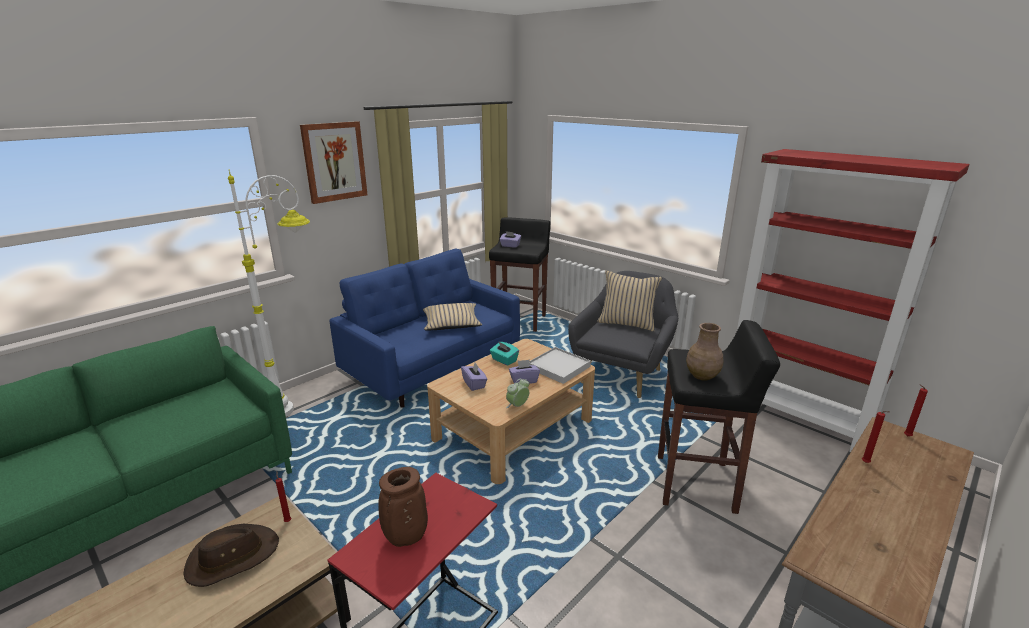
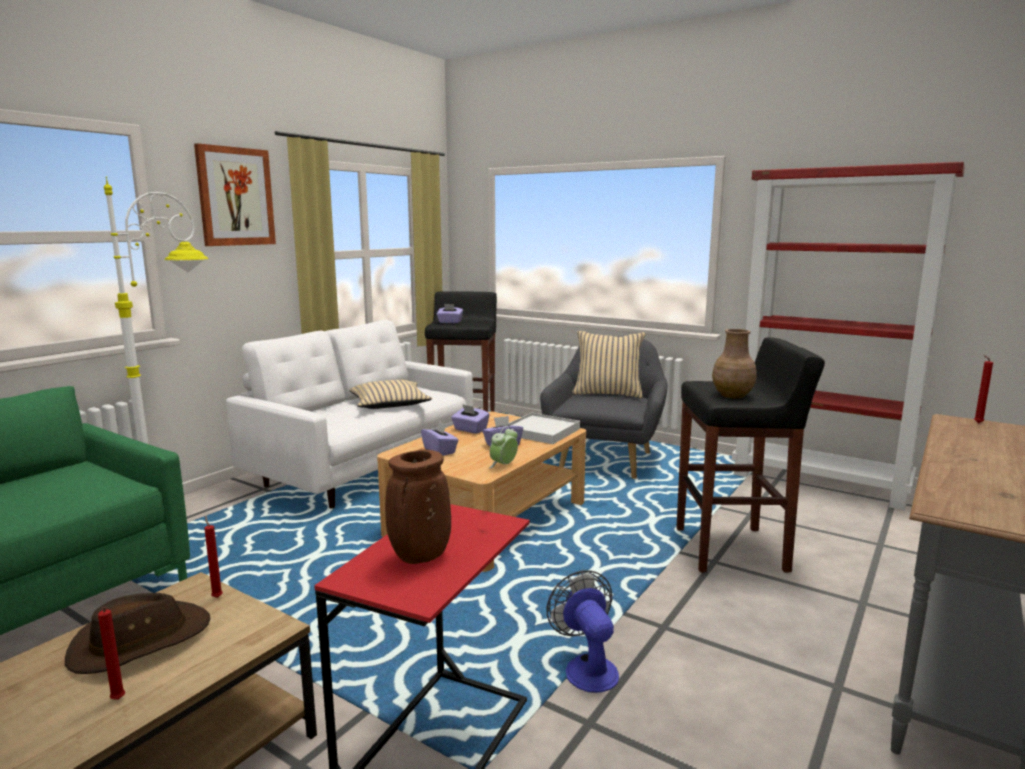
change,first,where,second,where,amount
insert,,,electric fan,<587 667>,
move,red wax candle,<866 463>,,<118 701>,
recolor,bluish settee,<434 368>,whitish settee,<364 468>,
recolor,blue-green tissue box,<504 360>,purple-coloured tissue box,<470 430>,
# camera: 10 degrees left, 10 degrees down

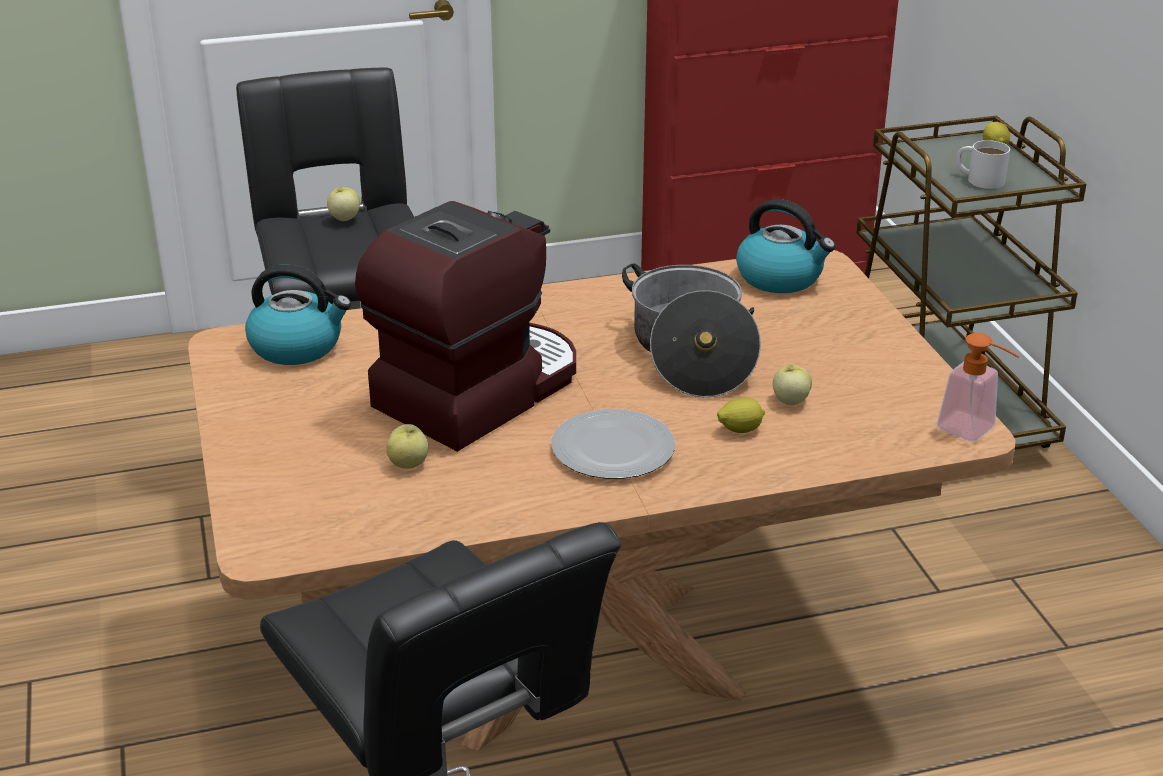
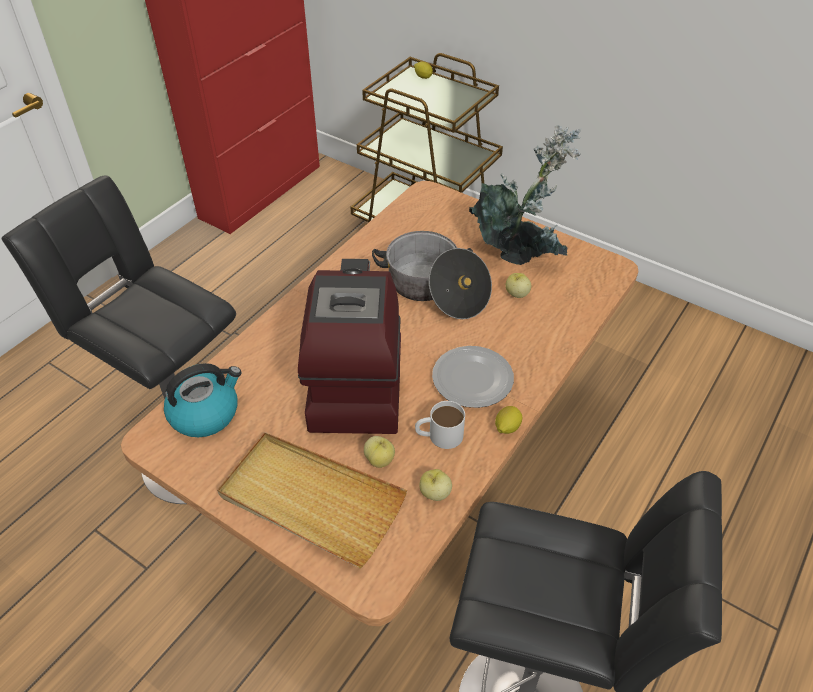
change,first,where,second,where,amount
delete,kettle,<781 277>,,,
delete,soap dispenser,<974 431>,,,
insert,,,beige-coloured serving tray,<310 500>,
insert,,,potted plant,<519 253>,
move,apple fruit,<344 218>,,<434 493>,
move,whole lemon,<740 430>,,<506 428>,
move,whitish coffee mug,<979 179>,,<439 435>,
# camera: 40 degrees left, 15 degrees up

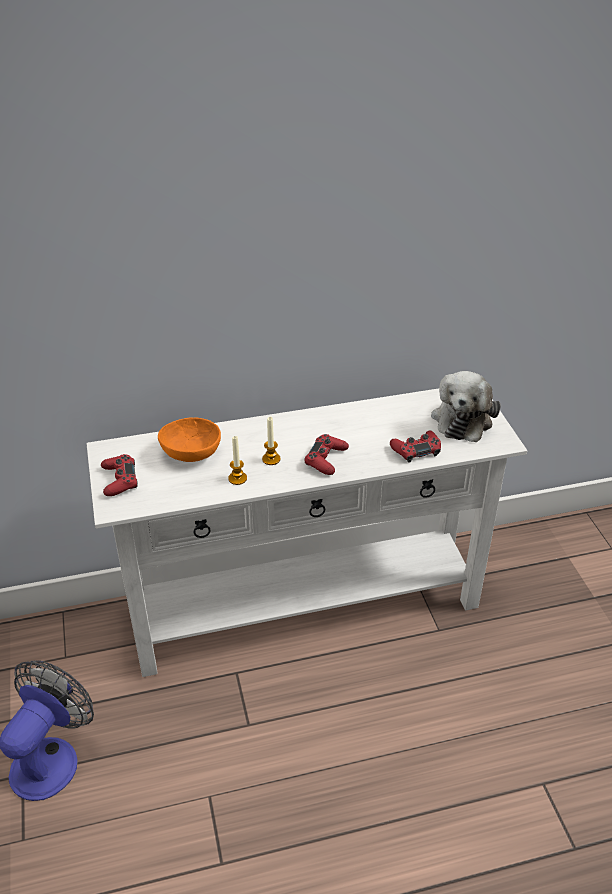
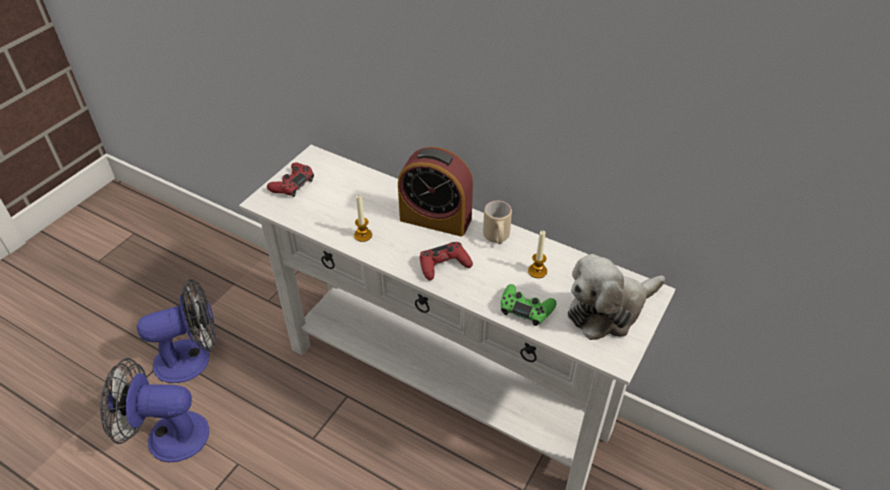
change,first,where,second,where,amount
delete,orange bowl,<191 452>,,,
insert,,,electric fan,<167 436>,
insert,,,alarm clock,<435 219>,
insert,,,beige-coloured coffee mug,<497 238>,
move,wax candle,<271 459>,,<537 271>,
recolor,red game controller,<416 450>,green game controller,<525 309>,
# camera: 45 degrees right, 5 degrees up

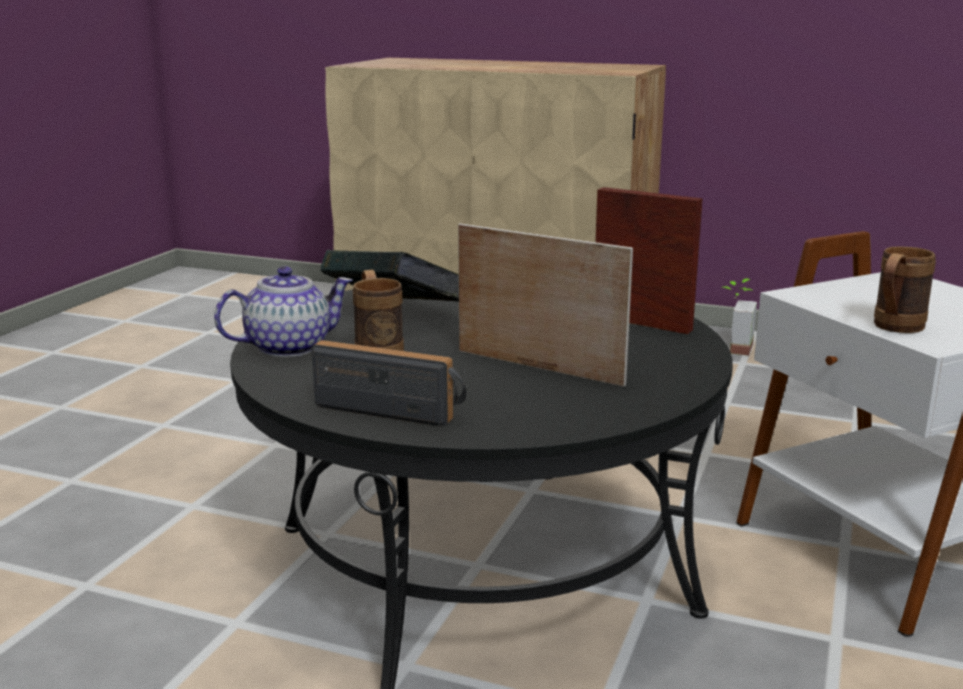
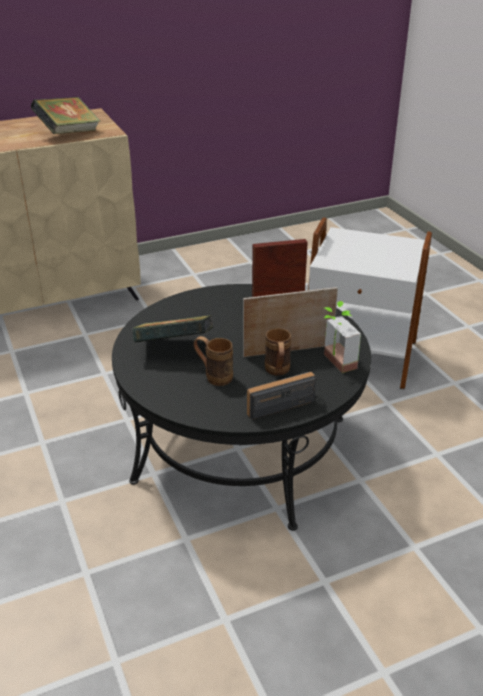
change,first,where,second,where,amount
delete,pot for tea,<289 347>,,,
insert,,,volume,<68 133>,
move,potted plant,<733 347>,,<333 363>,
move,brownish coffee mug,<893 328>,,<277 372>,
# camera: 45 degrees left, 15 degrees up

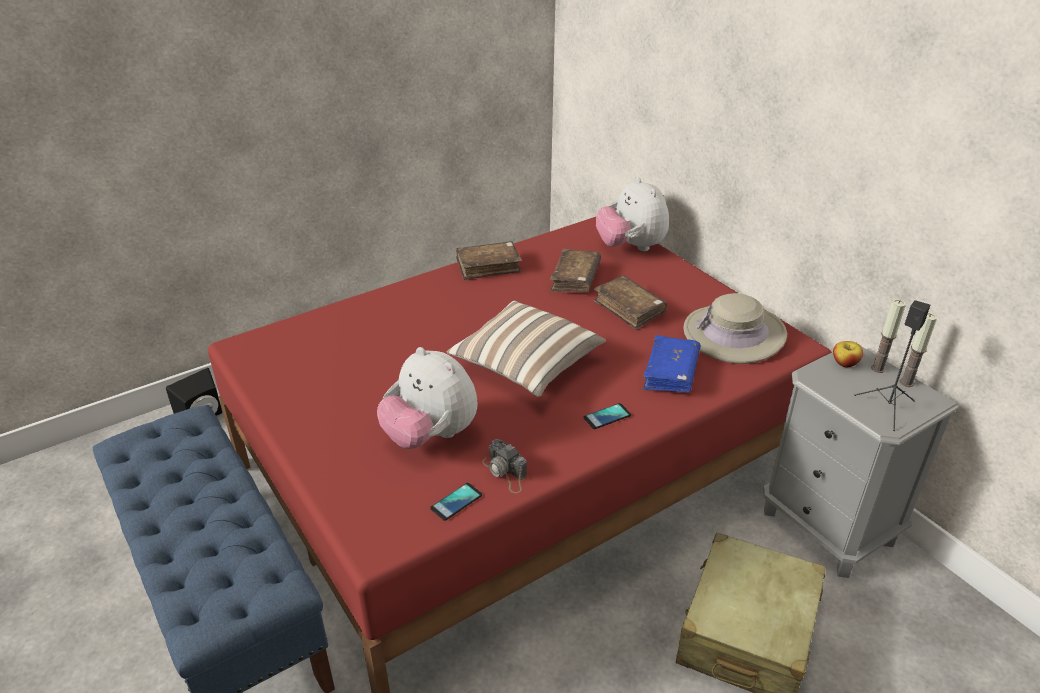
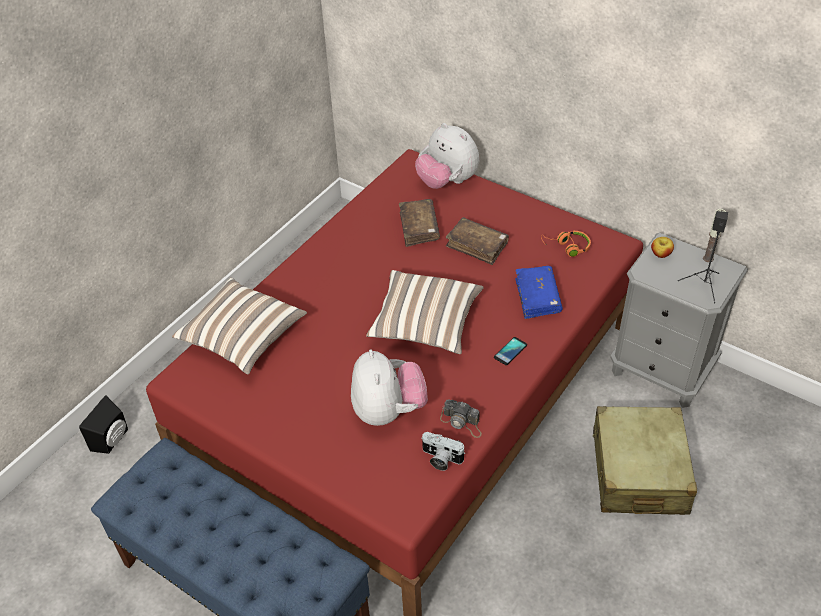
change,first,where,second,where,amount
delete,brownish volume,<488 267>,,,
delete,wax candle,<878 368>,,,
insert,,,cushion,<242 338>,
replace,telephone,<456 502>,photo camera,<440 459>,
replace,beige-coloured clothing hat,<734 334>,orange headphones,<567 247>,
rotate,plush toy,<430 435>,,<388 410>,120 degrees counterclockwise
# camera: 20 degrees left, 10 degrees up

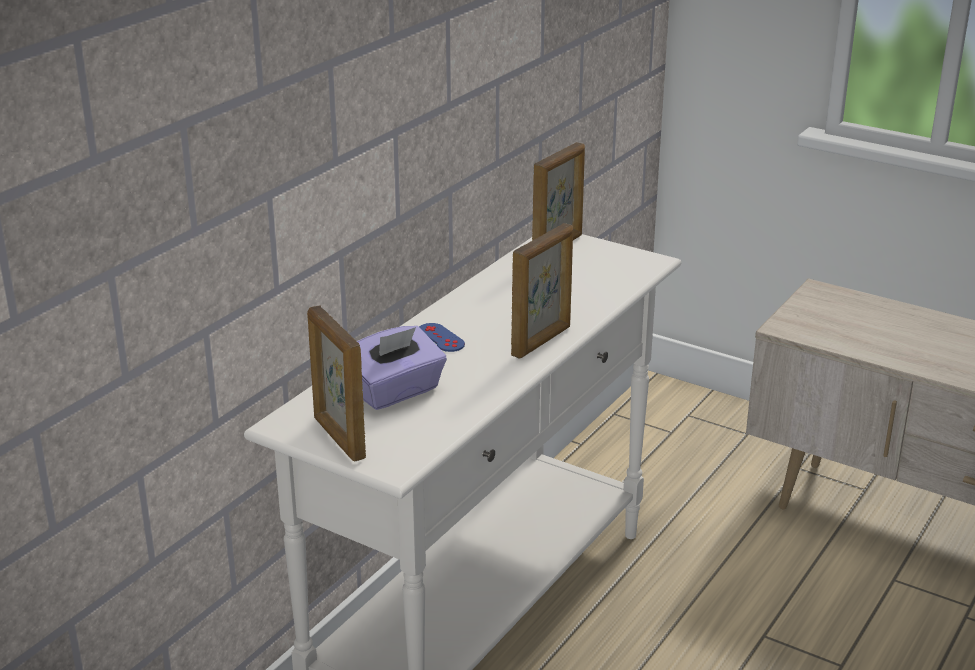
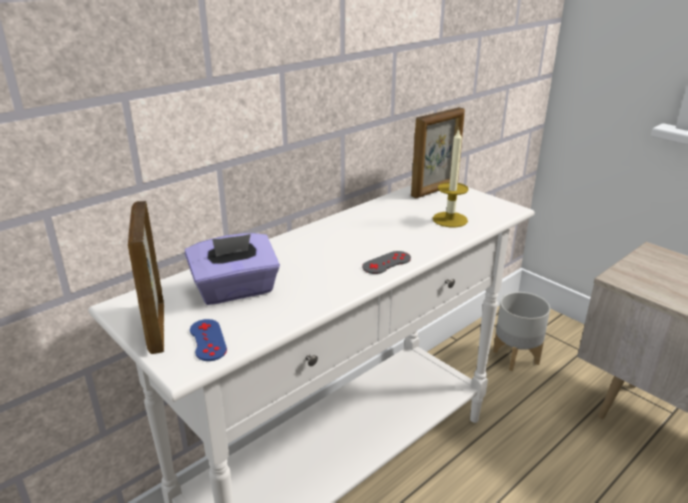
change,first,where,second,where,amount
insert,,,wax candle,<450 219>,
insert,,,gray planter,<516 357>,
move,bluish game controller,<440 338>,,<208 340>,
replace,picture frame,<542 341>,gray game controller,<386 263>,
# camera: 15 degrees right, 0 degrees up

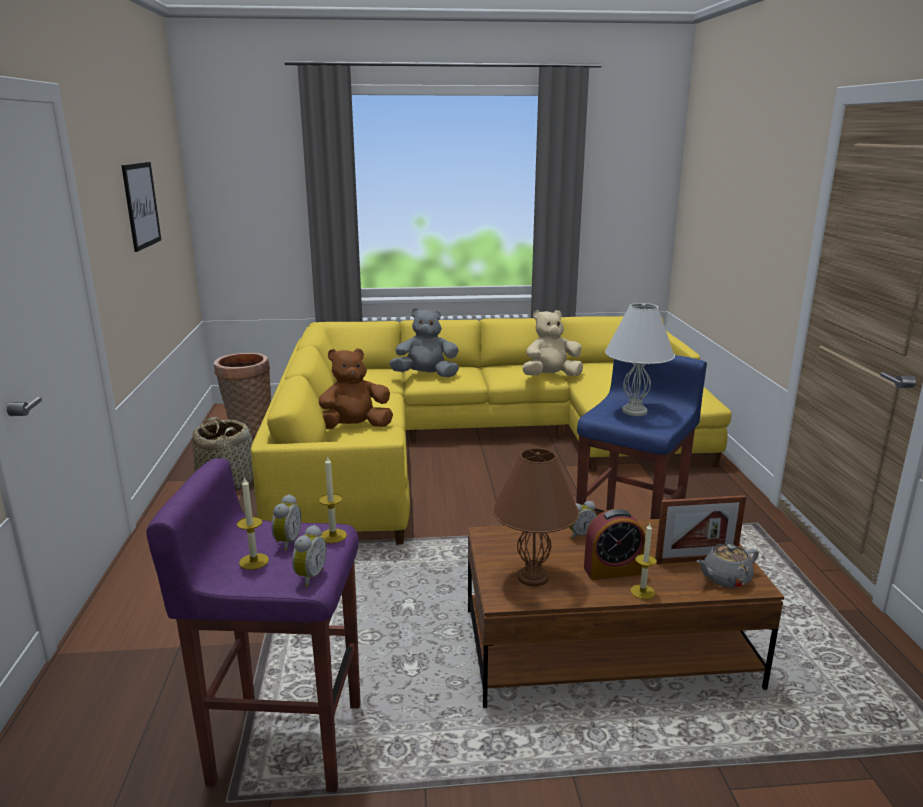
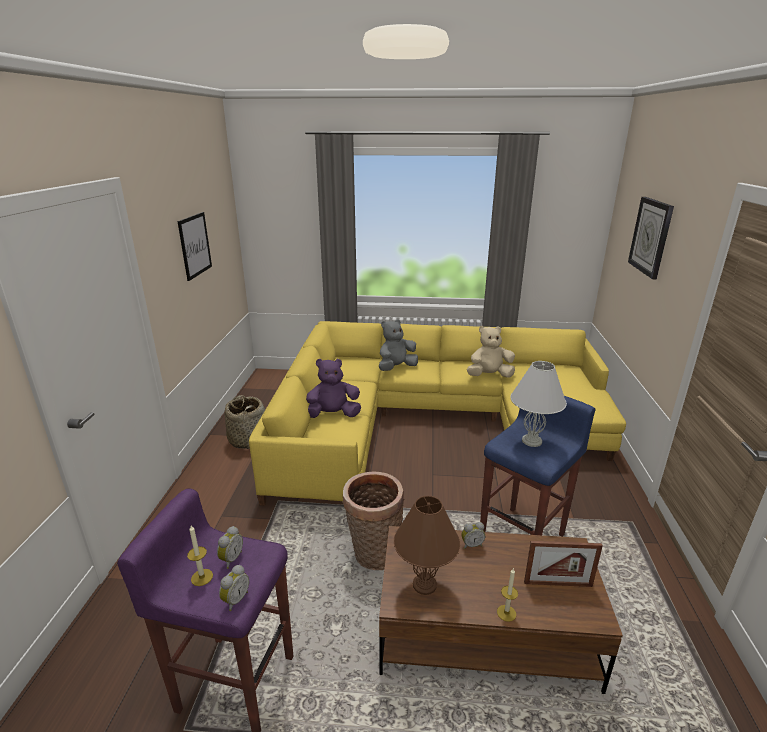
change,first,where,second,where,amount
delete,wax candle,<333 536>,,,
delete,alarm clock,<612 570>,,,
delete,gray pot for tea,<725 579>,,,
insert,,,hanging clock,<651 236>,
move,basket,<248 428>,,<373 554>,
recolor,brownish plush toy,<354 428>,purple-coloured plush toy,<332 415>,
rotate,gray plush toy,<426 375>,,<396 368>,45 degrees counterclockwise
# camera: 10 degrees right, 5 degrees up

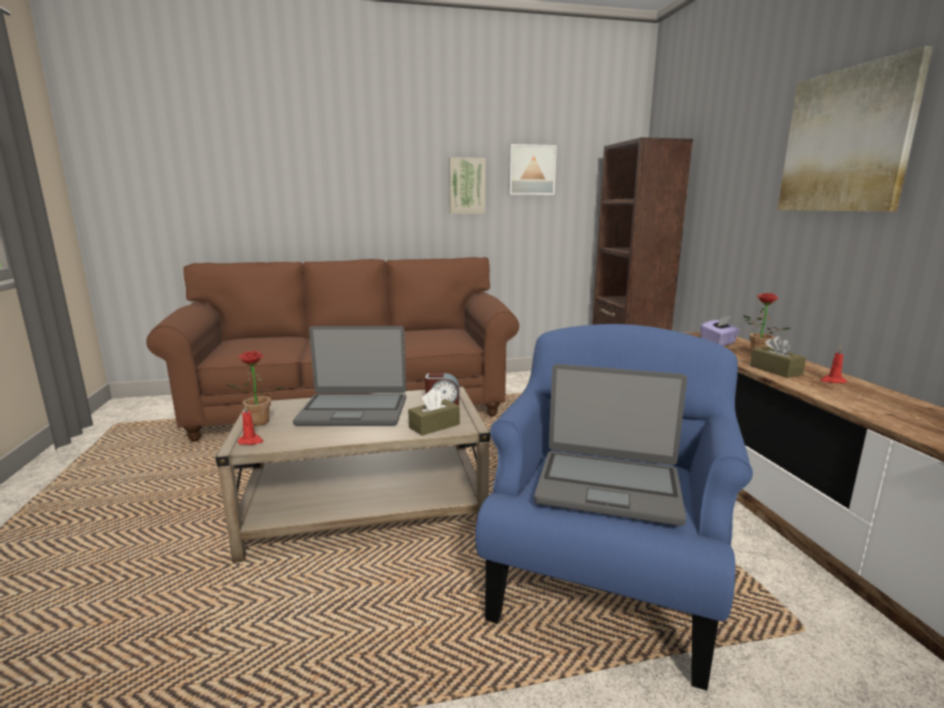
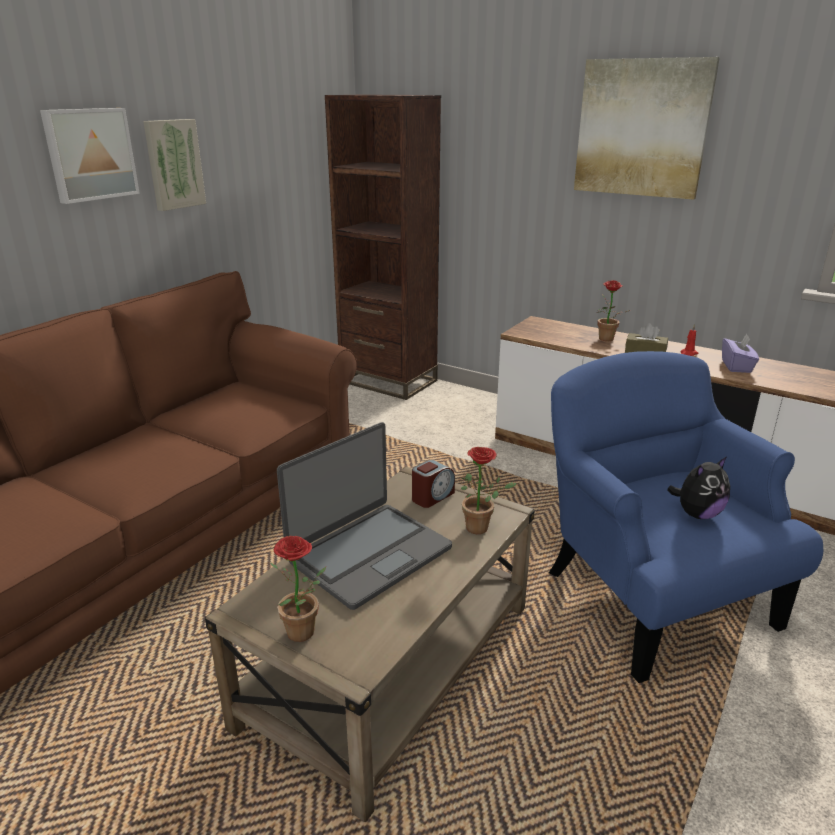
change,first,where,second,where,amount
delete,red wax candle,<251 441>,,,
move,wall art,<531 170>,,<90 154>,
move,purple-coloured tissue box,<718 343>,,<736 366>,
replace,brownish tissue box,<434 426>,potted plant,<482 528>,
replace,laptop,<608 486>,plush toy,<697 514>,
# camera: 45 degrees left, 10 degrees up

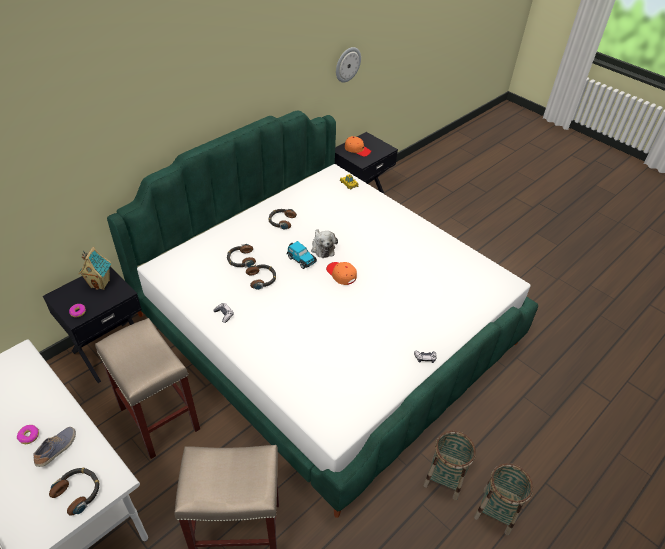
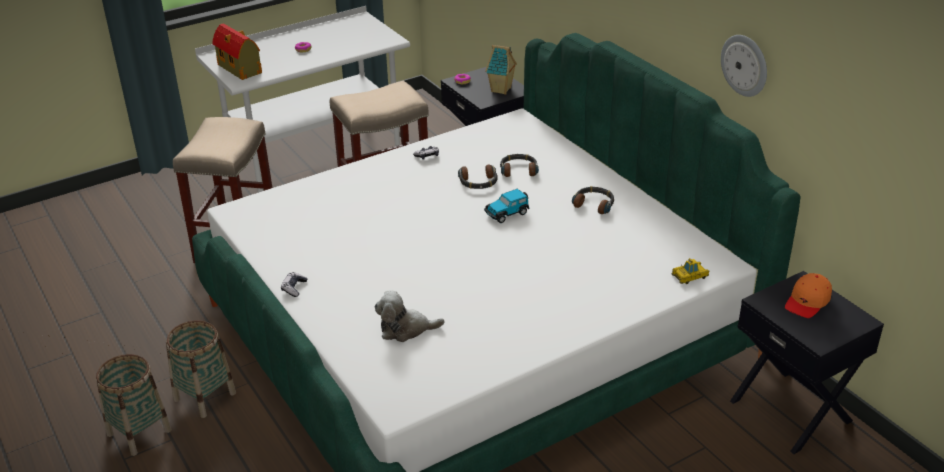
change,first,where,second,where,amount
delete,item of footwear,<57 449>,,,
delete,orange peaked cap,<341 274>,,,
move,plush toy,<322 248>,,<405 329>,
move,hanging clock,<347 64>,,<745 65>,
replace,headphones,<78 492>,toy house,<240 69>,
# camera: 105 degrees right, 10 degrees down

